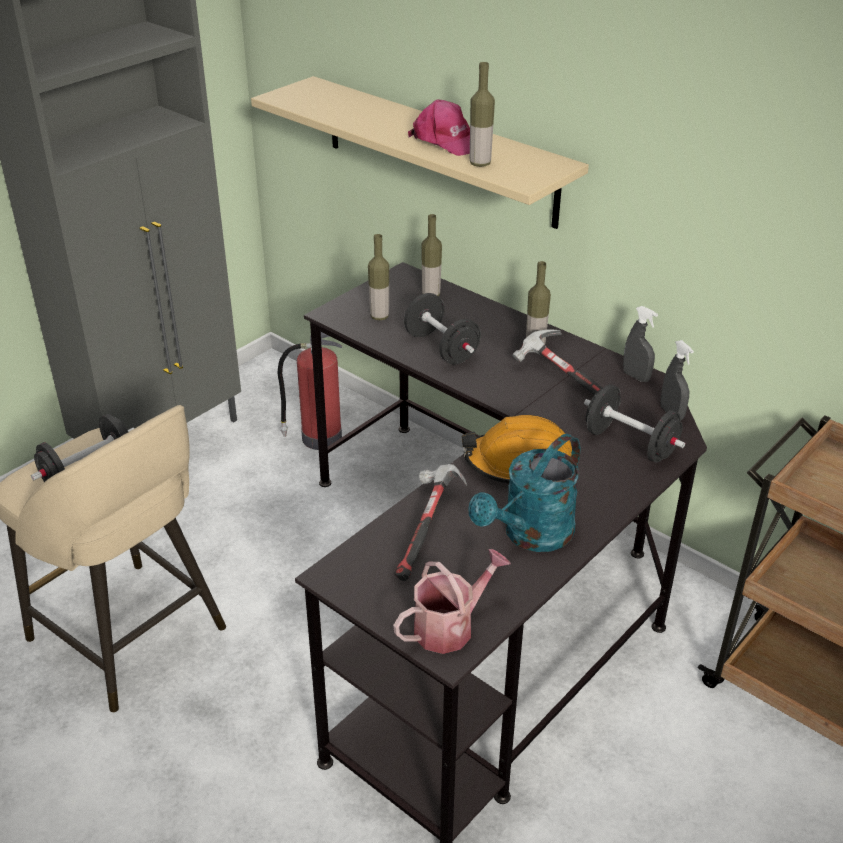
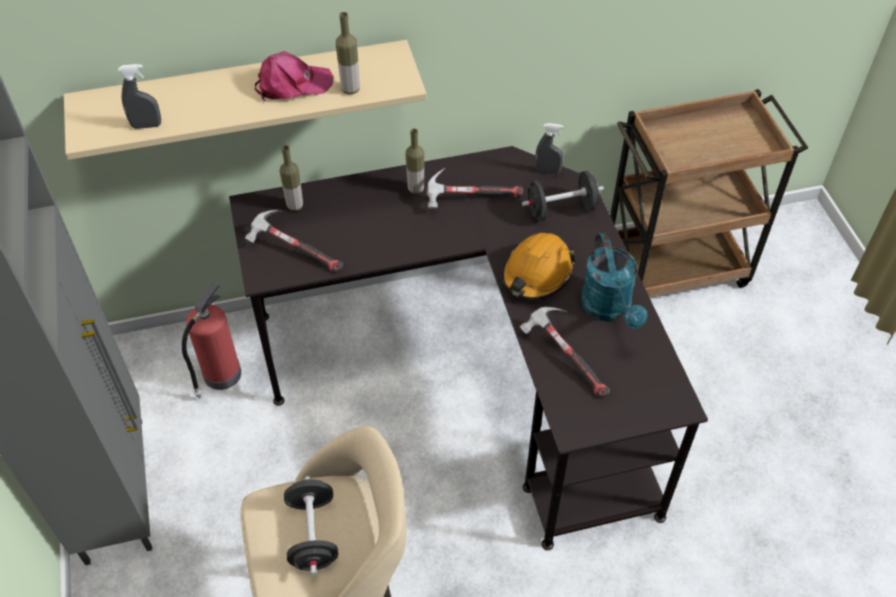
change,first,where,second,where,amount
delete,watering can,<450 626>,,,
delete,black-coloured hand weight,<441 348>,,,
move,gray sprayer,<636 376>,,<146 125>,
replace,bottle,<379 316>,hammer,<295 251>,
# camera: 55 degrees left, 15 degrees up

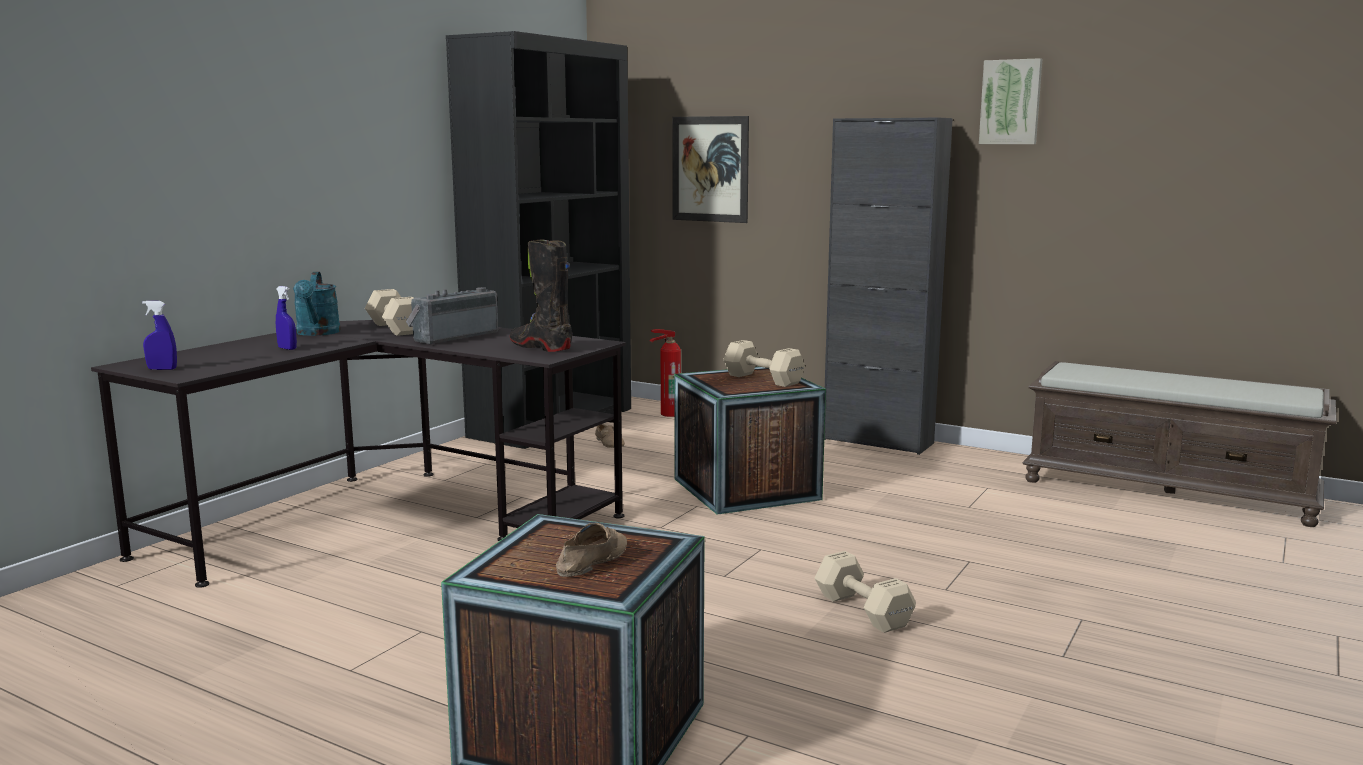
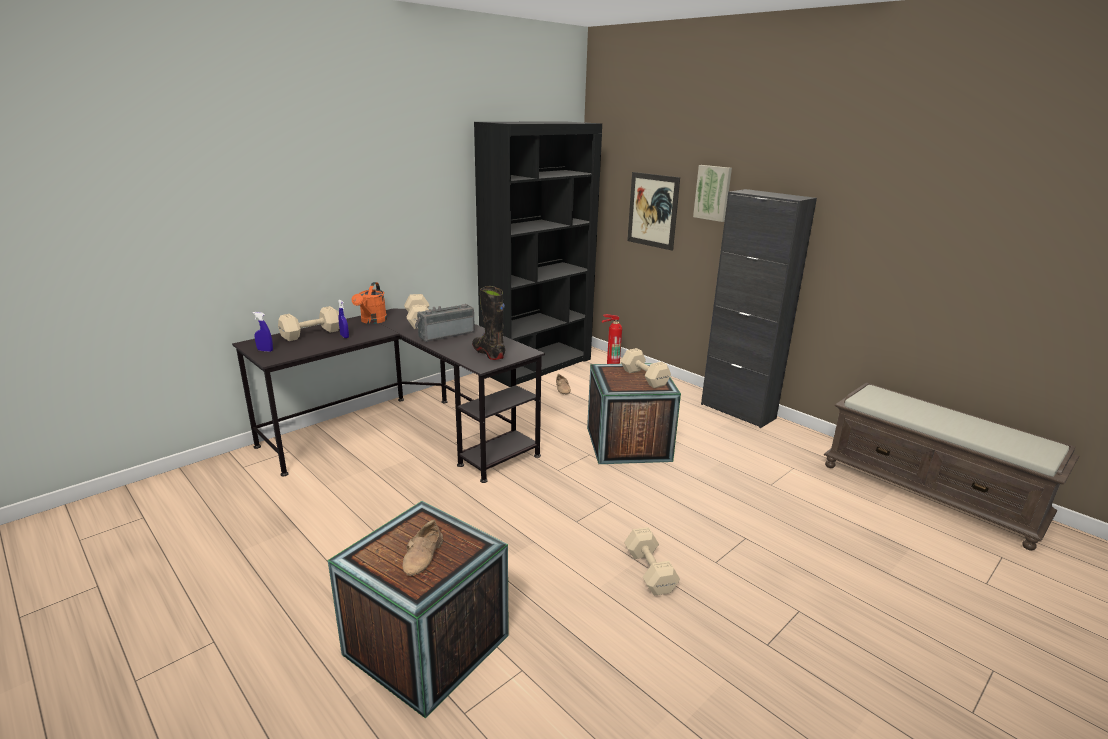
change,first,where,second,where,amount
insert,,,beige-coloured hand weight,<310 334>,
move,wall art,<1011 102>,,<713 193>,
recolor,blue-green watering can,<317 333>,orange watering can,<372 321>,
rotate,beige-coloured item of footwear,<591 560>,,<424 556>,150 degrees clockwise
# camera: 15 degrees right, 10 degrees up

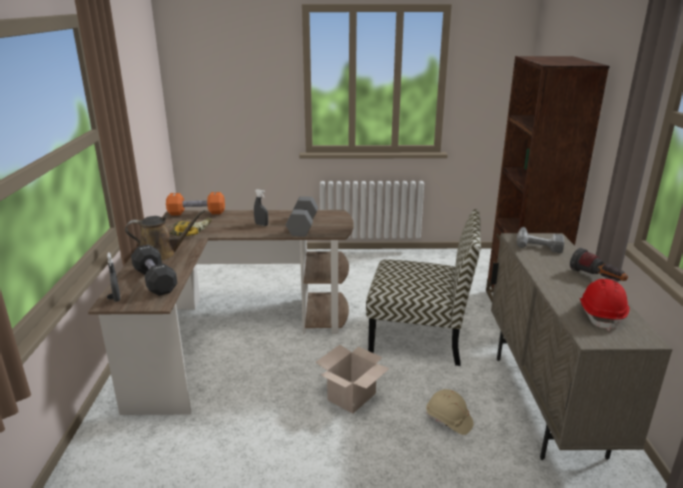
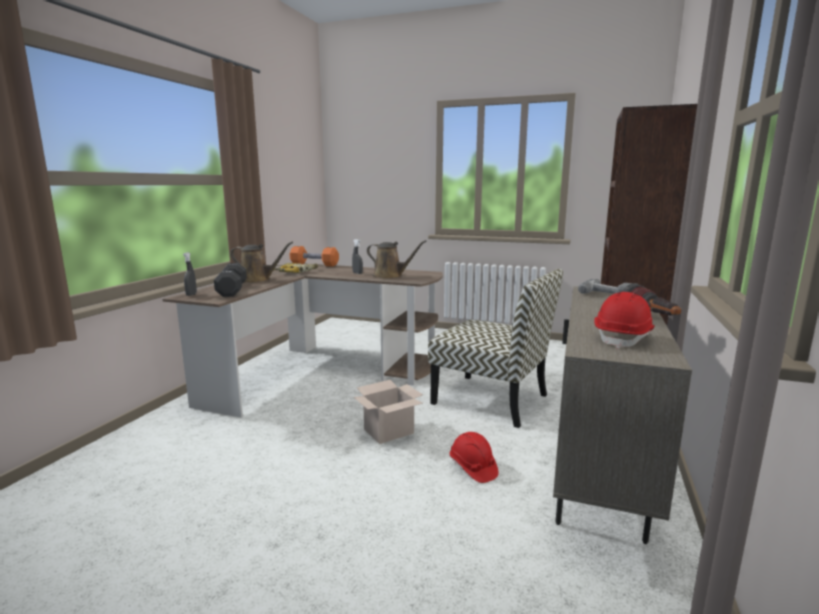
change,first,where,second,where,amount
replace,gray hand weight,<302 226>,brownish watering can,<390 276>,
recolor,beige-coloured hard hat,<448 420>,red hard hat,<472 468>,
# camera: 20 degrees right, 10 degrees down

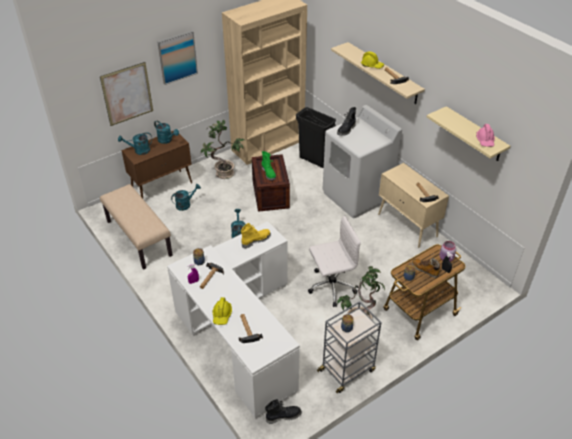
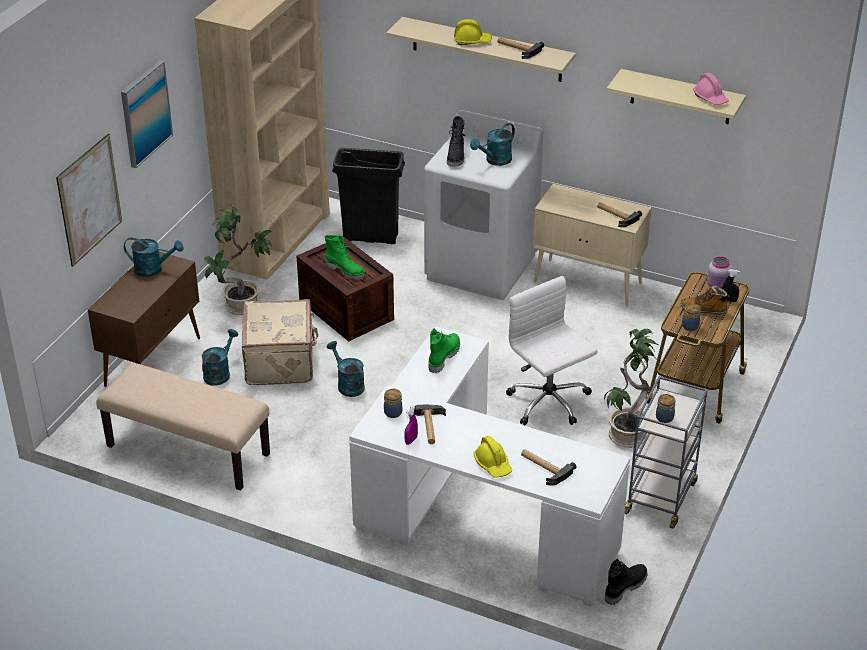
change,first,where,second,where,amount
insert,,,beige-coloured travel case,<281 361>,
move,blue-green watering can,<139 151>,,<495 161>,
recolor,yellow-coloured tall boot,<255 240>,green tall boot,<443 357>,
rotate,whitish desk chair,<330 286>,,<549 403>,75 degrees counterclockwise
# camera: 30 degrees left, 5 degrees down

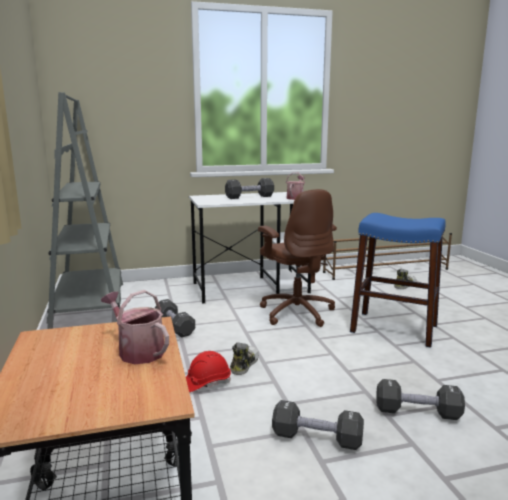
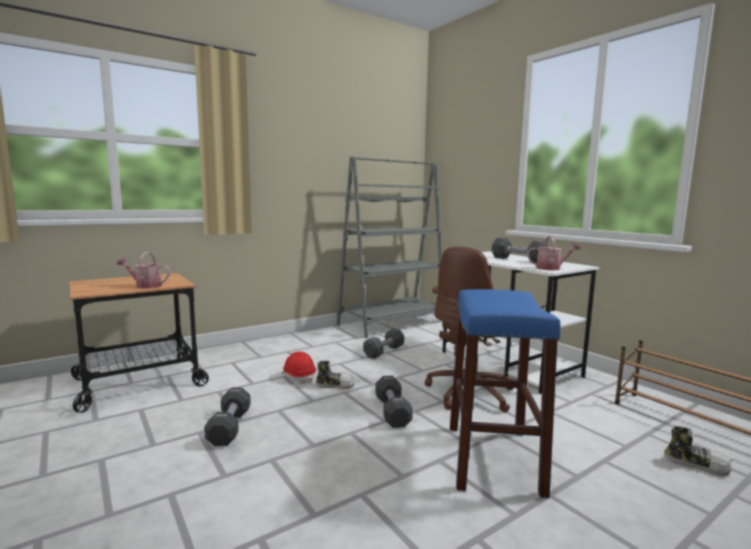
change,first,where,second,where,amount
move,black-coloured hand weight,<417 412>,,<392 412>,
rotate,watering can,<137 350>,,<145 285>,105 degrees counterclockwise
# camera: 70 degrees right, 5 degrees down

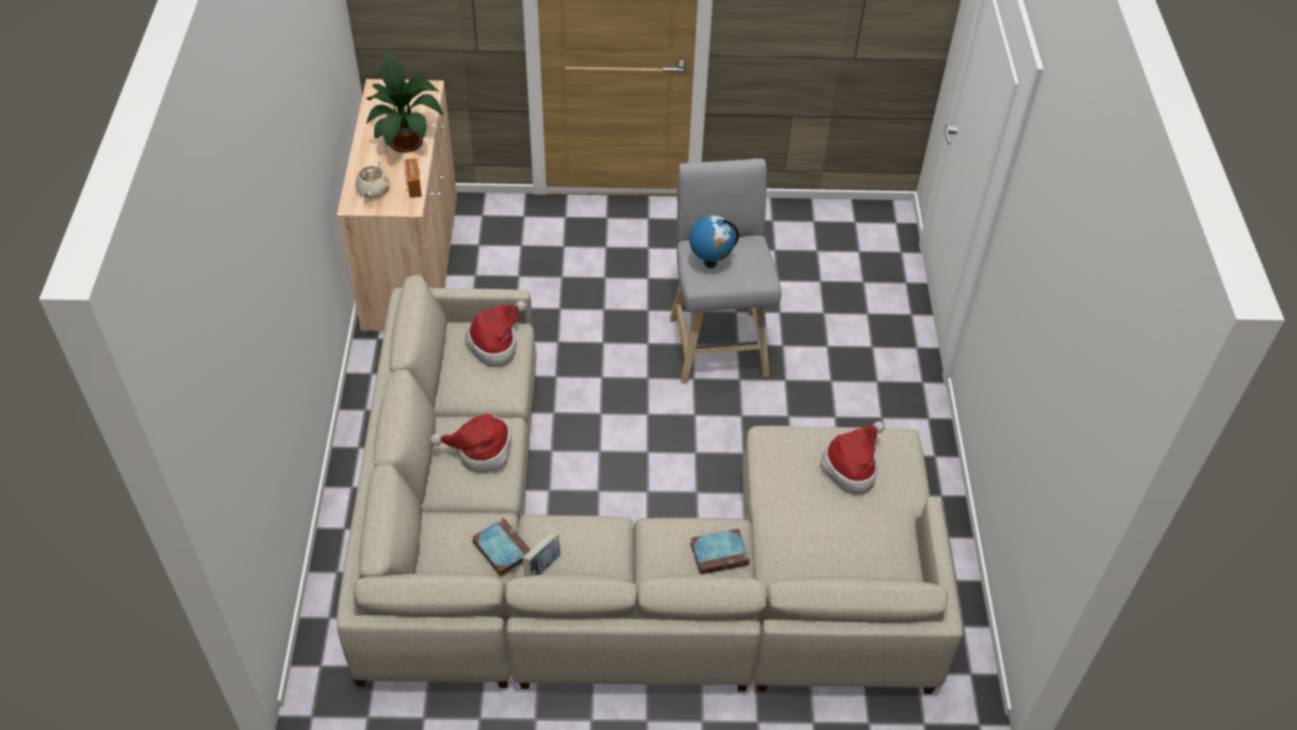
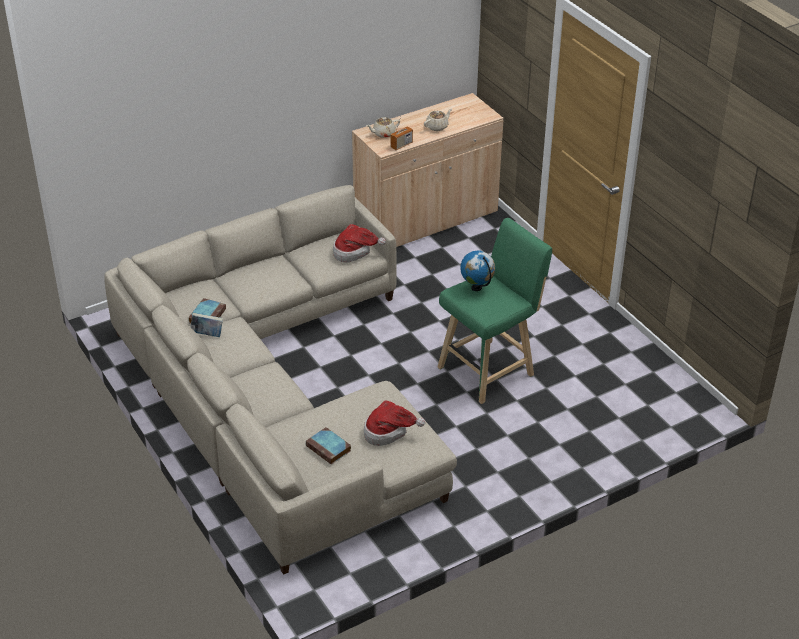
change,first,where,second,where,amount
delete,clothing hat,<480 451>,,,
move,volume,<720 553>,,<329 448>,
replace,potted plant,<407 139>,beige-coloured pot for tea,<437 126>,
recolor,gray stool seat,<717 341>,green stool seat,<490 369>,
# camera: 60 degrees right, 10 degrees down

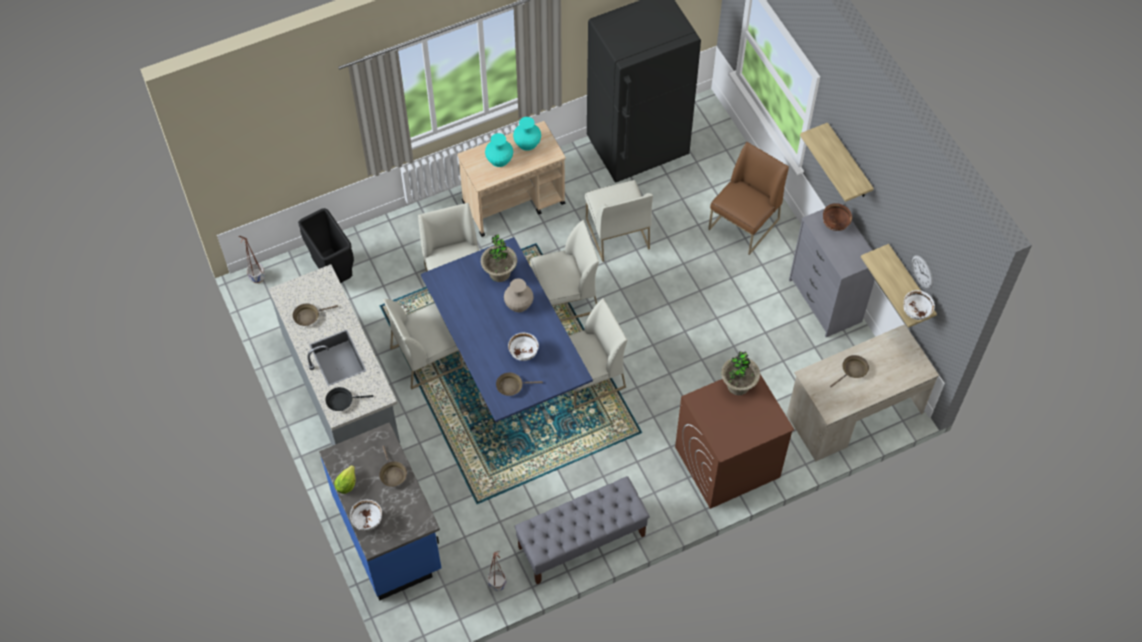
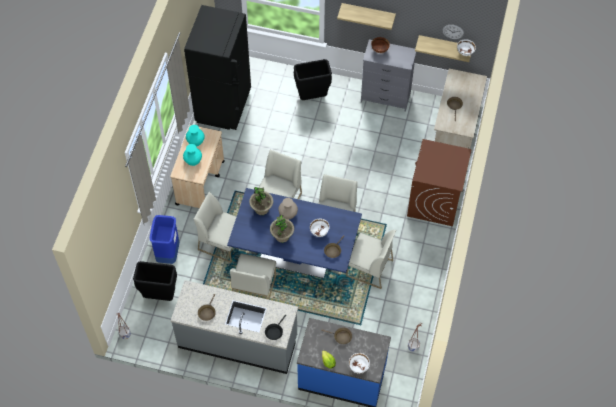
change,first,where,second,where,amount
delete,gray long seat,<581 541>,,,
insert,,,bluish rubbish bin,<168 254>,
move,whitish upright chair,<616 233>,,<369 268>,
move,potted plant,<738 385>,,<282 236>,
replace,brownish upright chair,<744 225>,black-coloured rubbish bin,<312 96>,
# camera: 50 degrees left, 0 degrees up

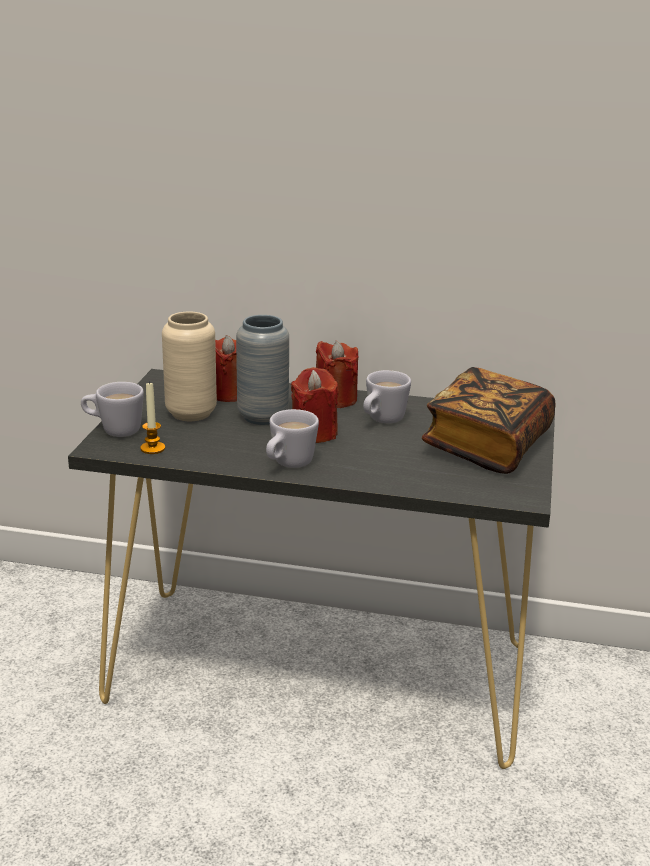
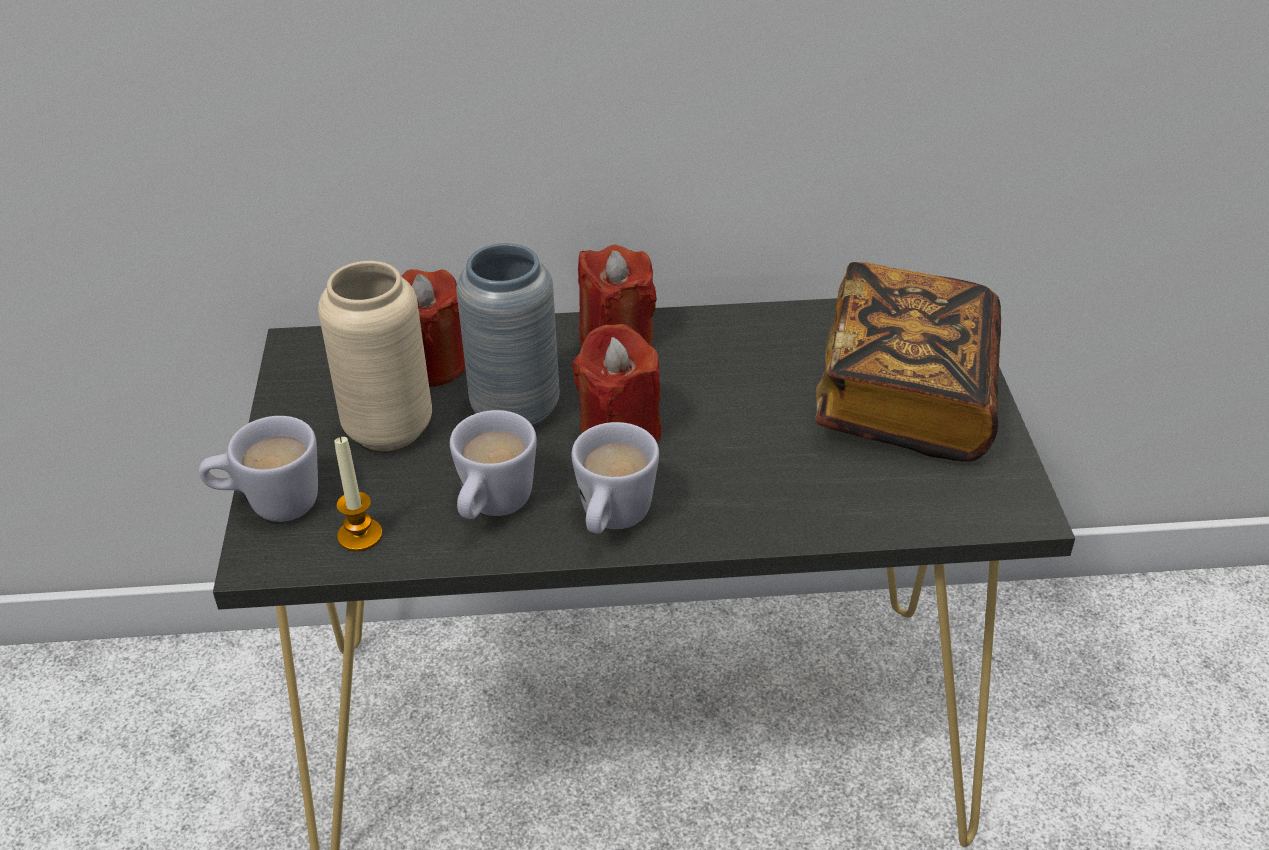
change,first,where,second,where,amount
move,whitish coffee mug,<382 421>,,<492 508>,
# camera: 15 degrees left, 15 degrees up

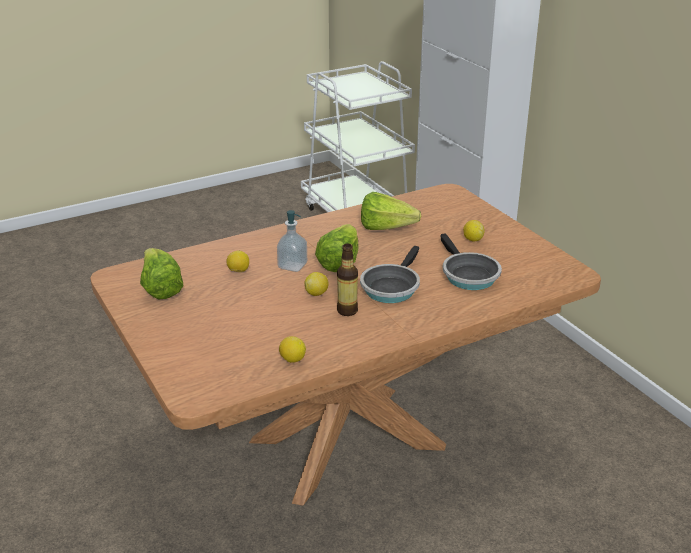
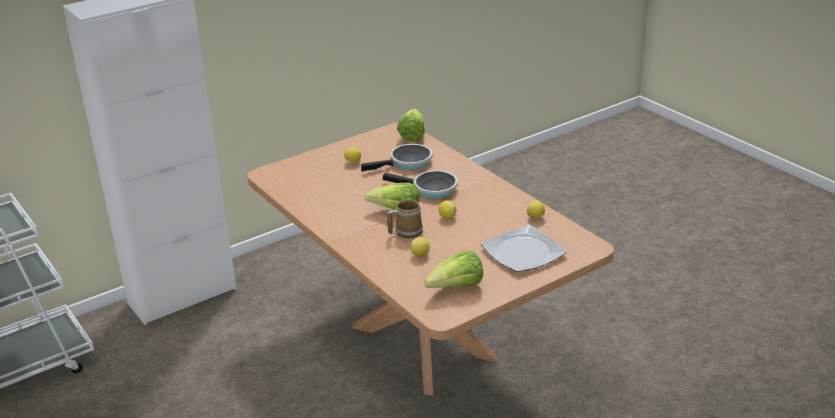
change,first,where,second,where,amount
delete,bottle,<347 311>,,,
insert,,,plate,<523 252>,
move,lettuce,<390 229>,,<414 134>,
replace,soap dispenser,<292 266>,coffee mug,<406 231>,
# camera: 95 degrees left, 0 degrees up

